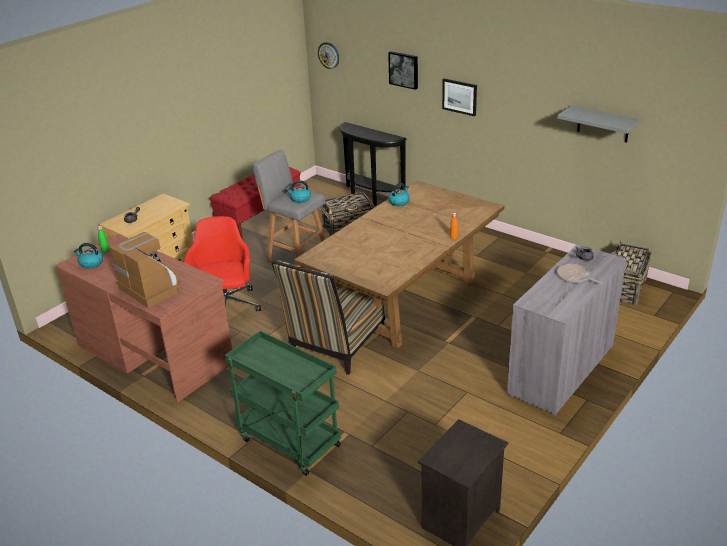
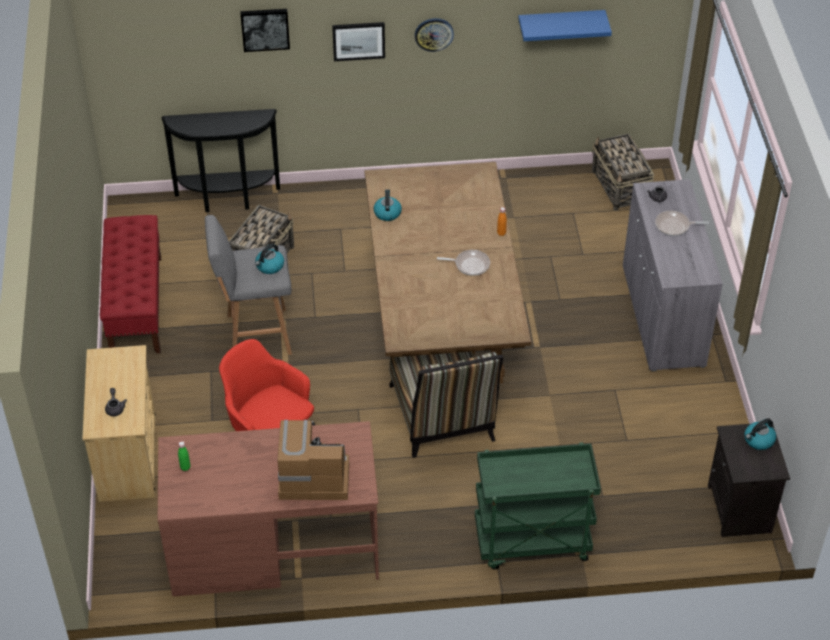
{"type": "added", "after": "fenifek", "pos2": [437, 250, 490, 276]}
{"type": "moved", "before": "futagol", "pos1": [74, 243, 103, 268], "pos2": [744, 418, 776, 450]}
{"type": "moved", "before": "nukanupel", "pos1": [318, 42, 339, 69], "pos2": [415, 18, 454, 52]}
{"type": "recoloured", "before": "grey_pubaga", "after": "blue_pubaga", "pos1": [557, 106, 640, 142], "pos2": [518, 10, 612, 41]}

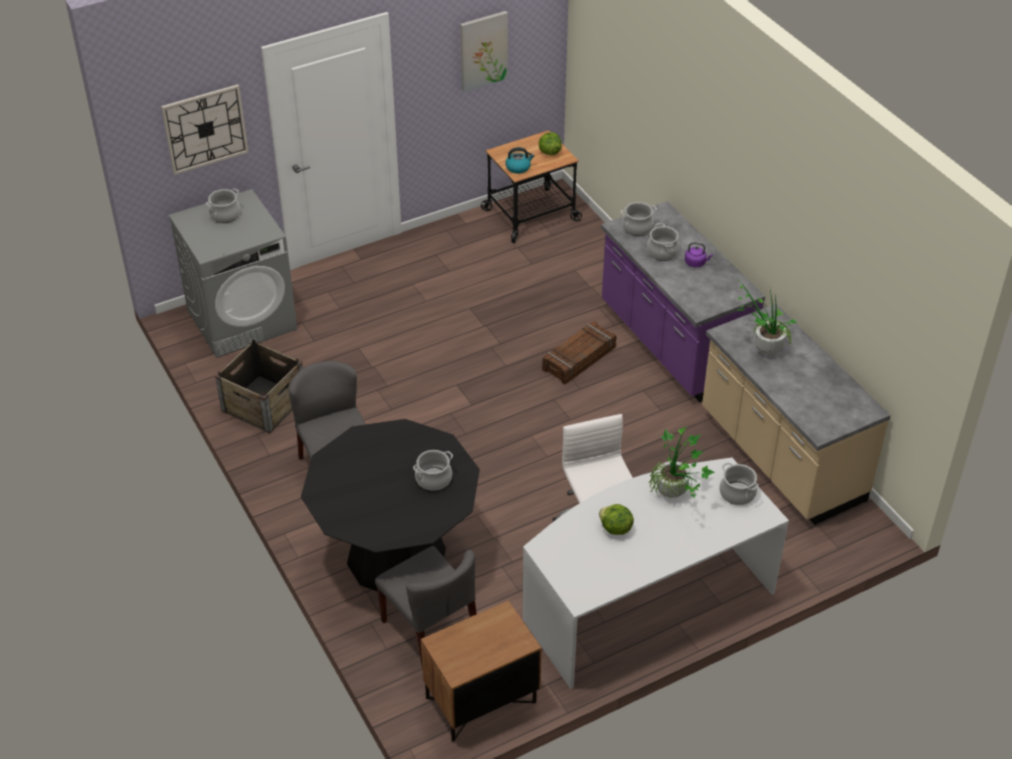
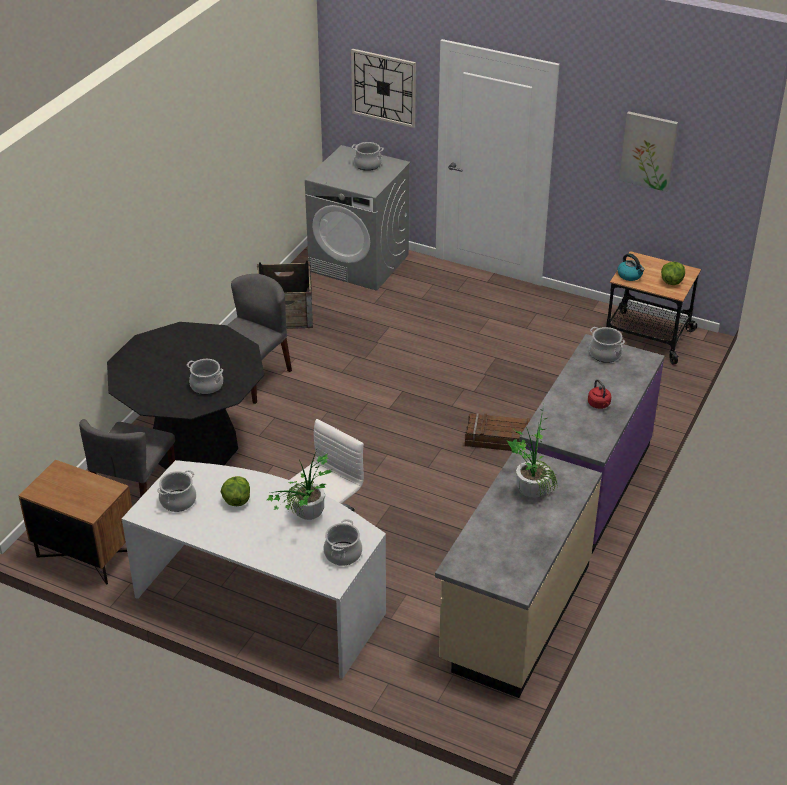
{"type": "moved", "before": "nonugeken", "pos1": [647, 223, 679, 261], "pos2": [157, 470, 196, 512]}
{"type": "recoloured", "before": "purple_futagol", "after": "red_futagol", "pos1": [685, 242, 713, 267], "pos2": [588, 379, 611, 409]}

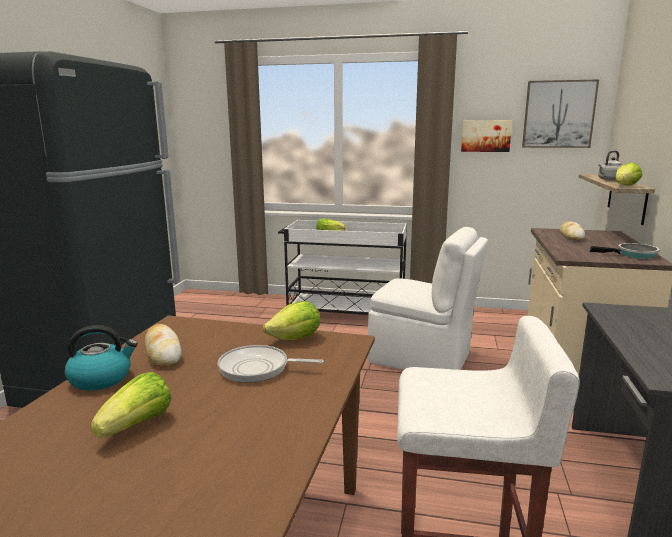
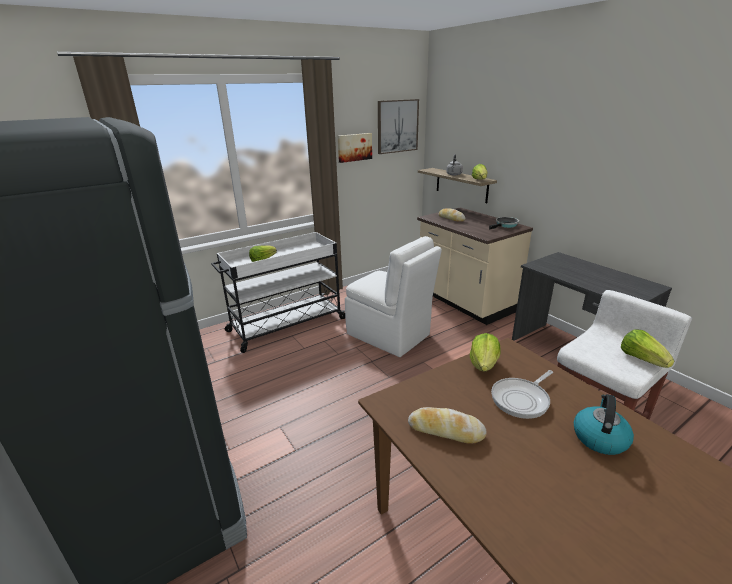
{"type": "moved", "before": "futagol", "pos1": [65, 325, 138, 391], "pos2": [574, 394, 634, 455]}
{"type": "moved", "before": "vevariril", "pos1": [91, 372, 172, 438], "pos2": [621, 329, 674, 368]}
{"type": "turned", "before": "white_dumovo", "pos1": [368, 227, 488, 370], "pos2": [345, 236, 442, 357], "turn": 60}

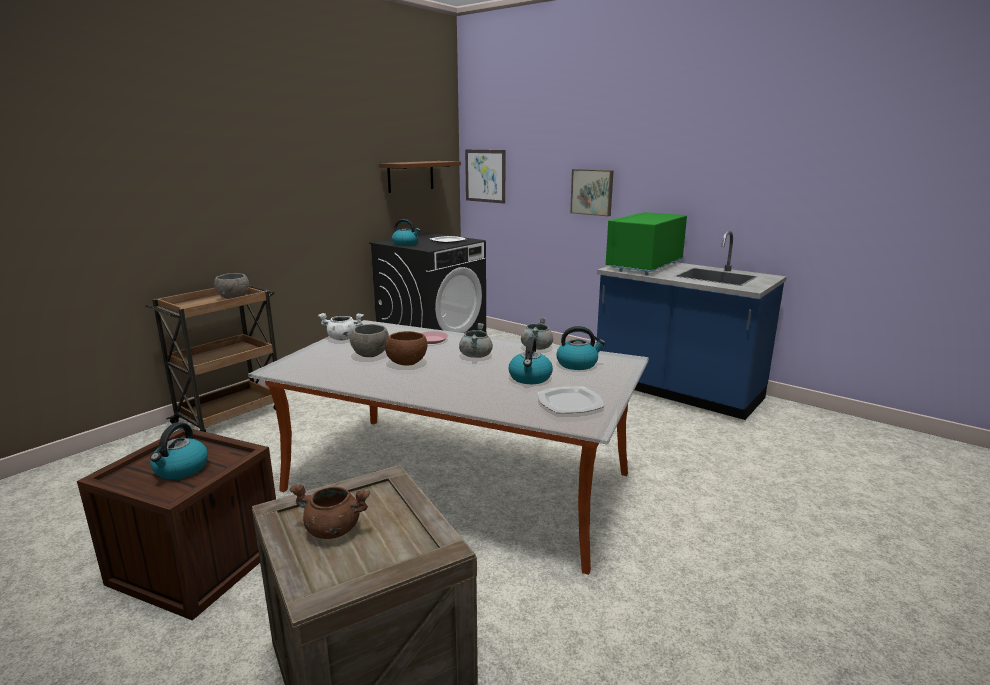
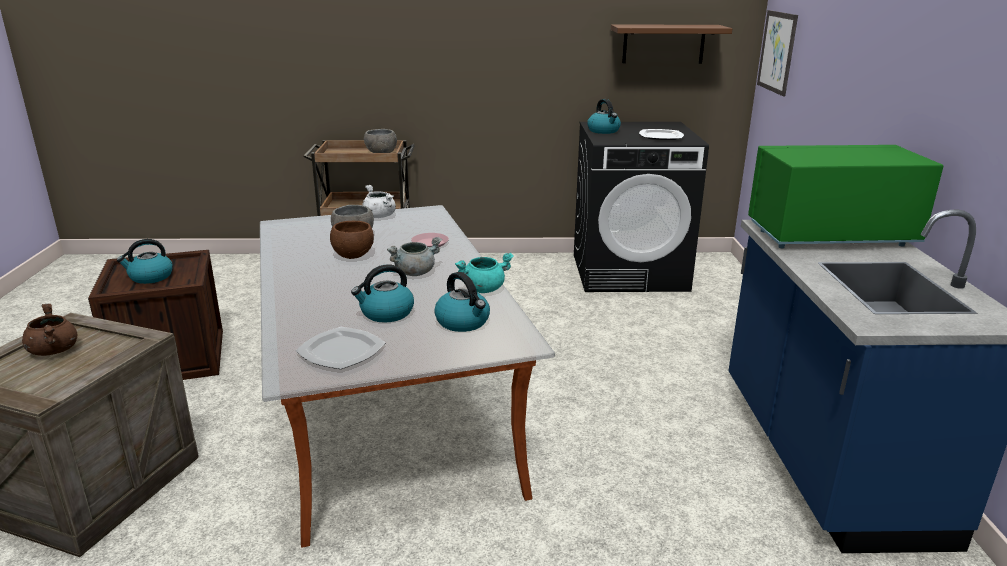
{"type": "removed", "before": "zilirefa", "pos1": [570, 169, 614, 216]}
{"type": "recoloured", "before": "grey_nonugeken", "after": "turquoise_nonugeken", "pos1": [521, 317, 553, 350], "pos2": [455, 253, 514, 293]}

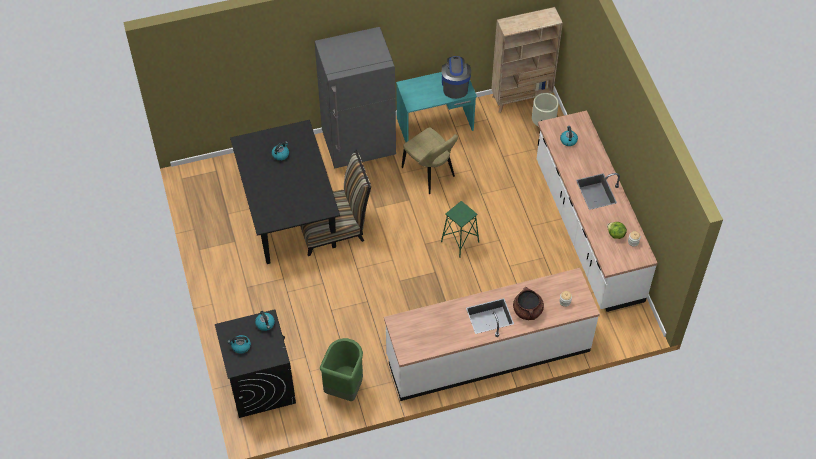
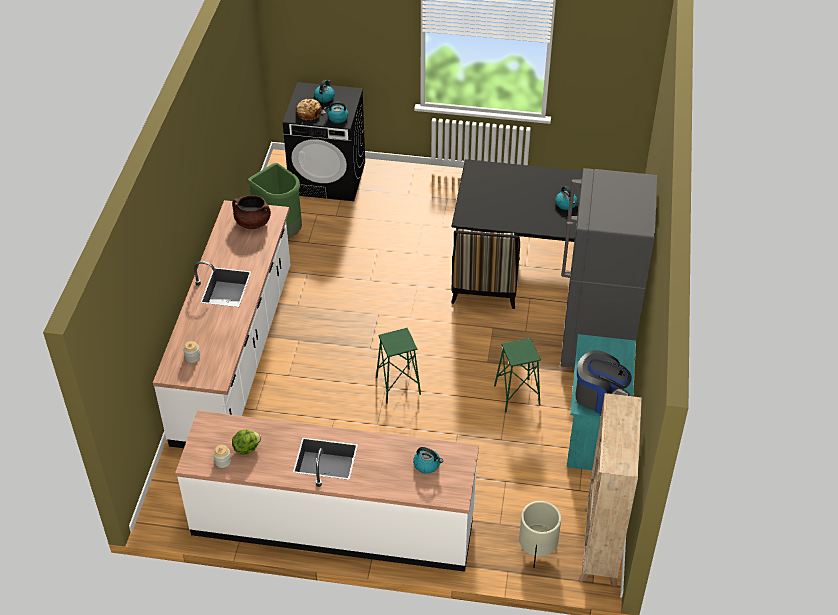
{"type": "added", "after": "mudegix", "pos2": [296, 99, 326, 120]}
{"type": "moved", "before": "brown_nonugeken", "pos1": [513, 287, 544, 320], "pos2": [232, 195, 271, 229]}
{"type": "replaced", "before": "beige_dumovo", "after": "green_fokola", "pos1": [402, 127, 458, 194], "pos2": [494, 338, 541, 413]}

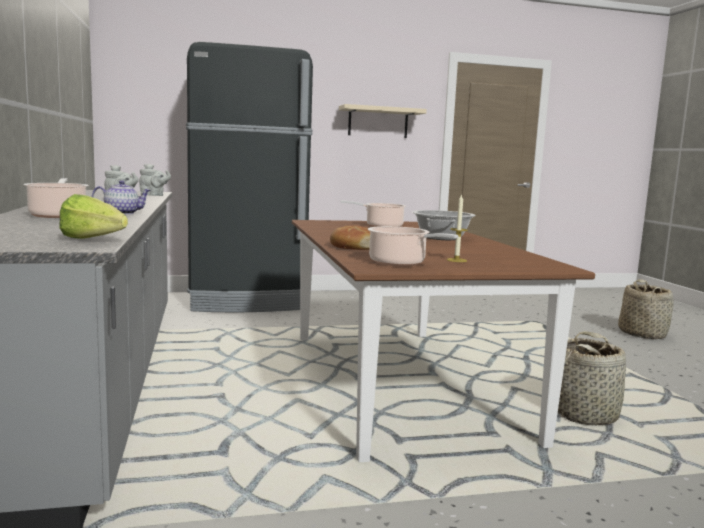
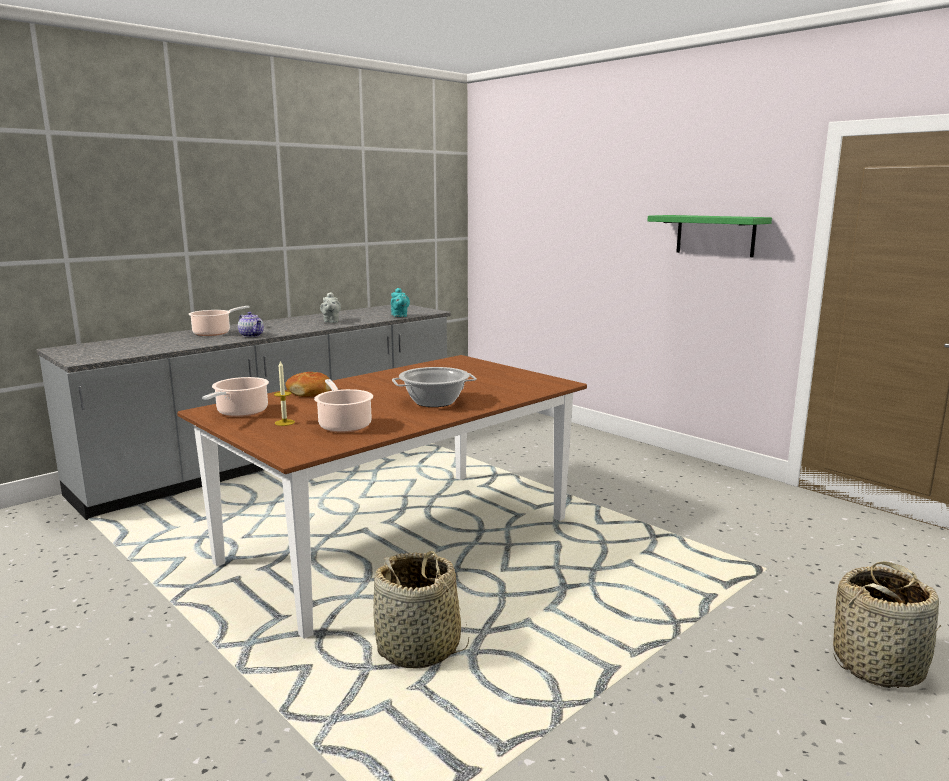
{"type": "removed", "before": "vevariril", "pos1": [59, 194, 128, 239]}
{"type": "removed", "before": "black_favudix", "pos1": [186, 42, 313, 312]}
{"type": "moved", "before": "nonugeken", "pos1": [341, 200, 406, 227], "pos2": [314, 379, 373, 433]}
{"type": "recoloured", "before": "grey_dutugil", "after": "turquoise_dutugil", "pos1": [139, 164, 171, 196], "pos2": [391, 288, 410, 317]}
{"type": "recoloured", "before": "beige_pubaga", "after": "green_pubaga", "pos1": [339, 104, 427, 138], "pos2": [647, 215, 772, 257]}

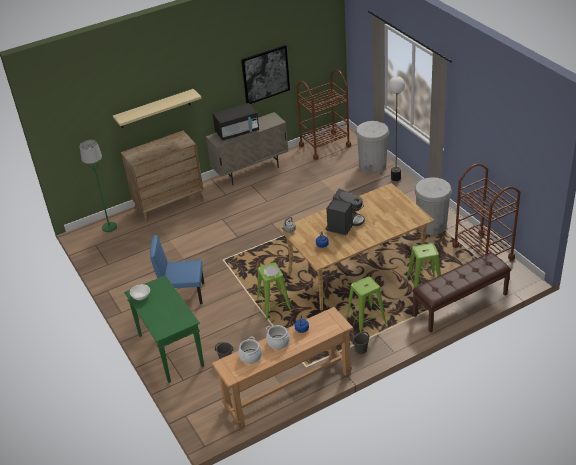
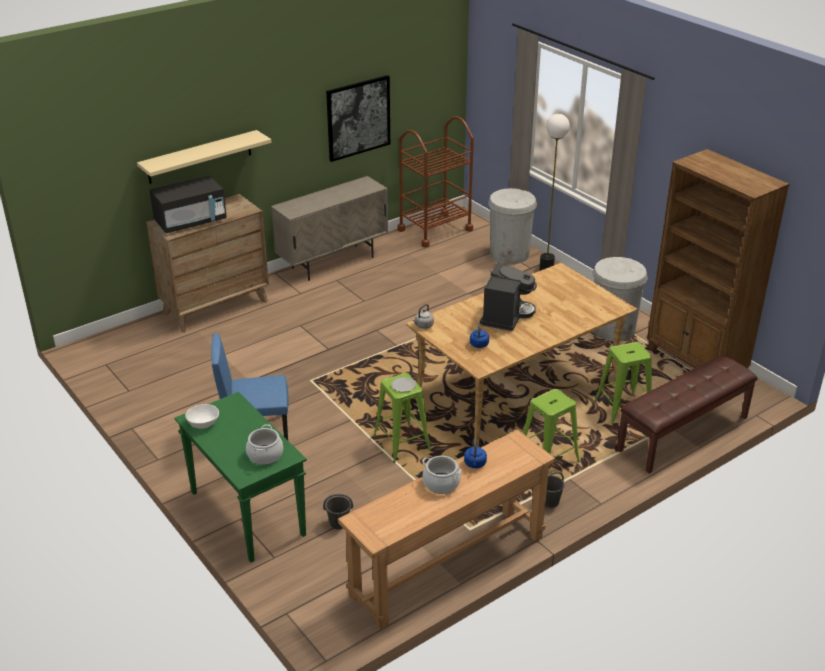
{"type": "removed", "before": "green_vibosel", "pos1": [79, 140, 117, 232]}
{"type": "moved", "before": "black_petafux", "pos1": [212, 103, 259, 141], "pos2": [150, 176, 227, 233]}
{"type": "moved", "before": "nonugeken", "pos1": [238, 337, 262, 364], "pos2": [246, 424, 283, 465]}
{"type": "replaced", "before": "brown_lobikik", "after": "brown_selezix", "pos1": [452, 163, 521, 260], "pos2": [647, 149, 789, 368]}

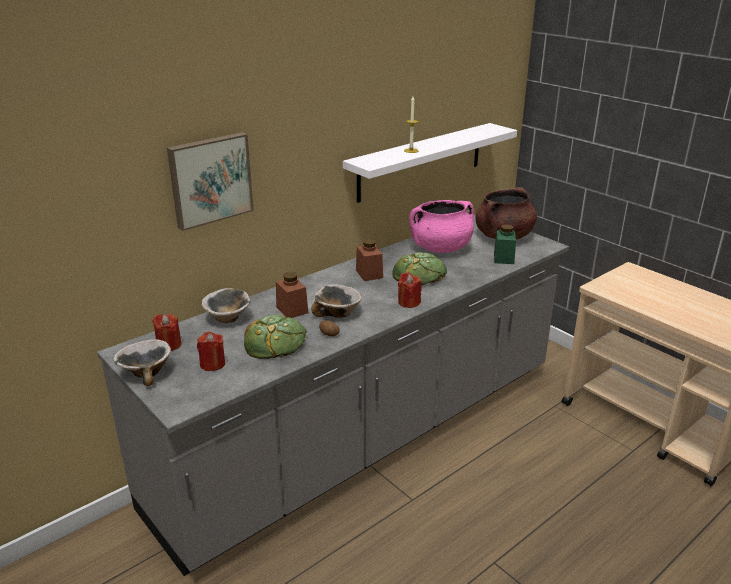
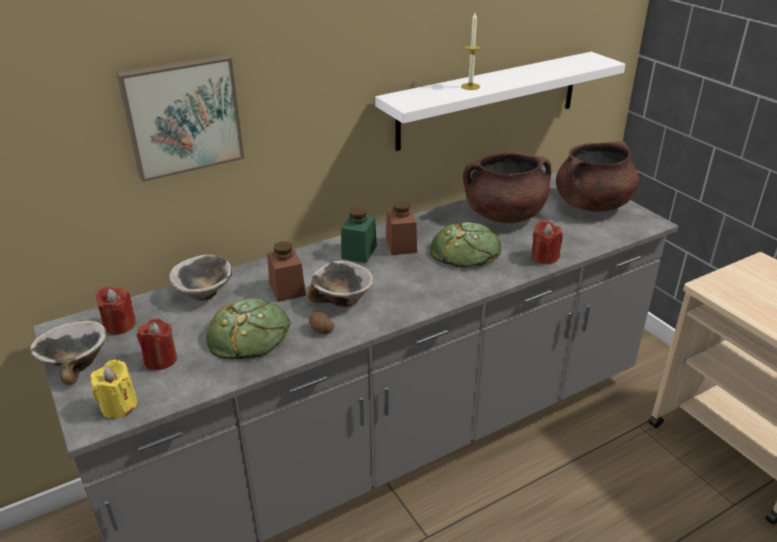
{"type": "added", "after": "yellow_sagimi", "pos2": [90, 360, 137, 418]}
{"type": "moved", "before": "red_sagimi", "pos1": [398, 272, 421, 308], "pos2": [531, 220, 563, 264]}
{"type": "moved", "before": "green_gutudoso", "pos1": [494, 224, 516, 264], "pos2": [341, 207, 377, 263]}
{"type": "recoloured", "before": "pink_nonugeken", "after": "brown_nonugeken", "pos1": [409, 200, 474, 253], "pos2": [463, 153, 551, 223]}

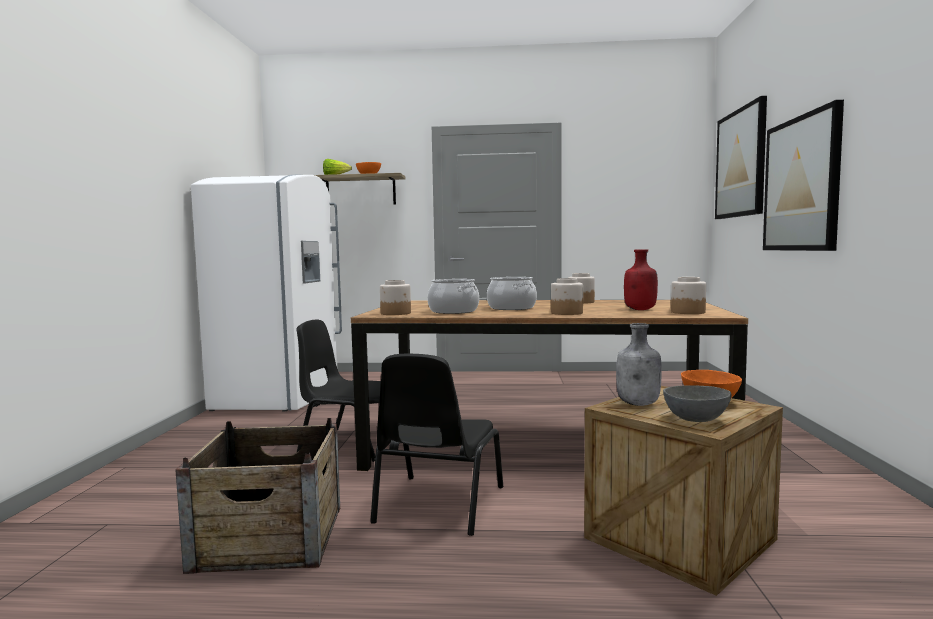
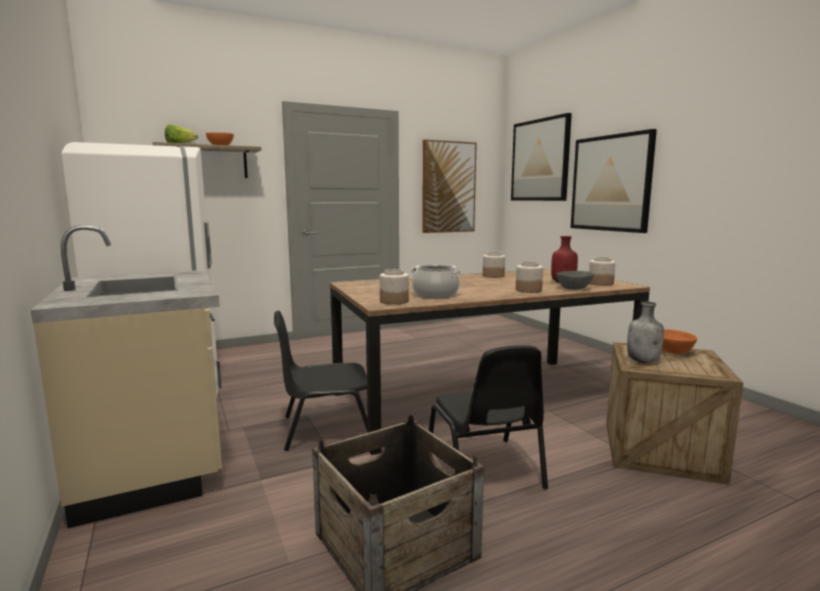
{"type": "removed", "before": "nonugeken", "pos1": [487, 277, 537, 310]}
{"type": "added", "after": "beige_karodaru", "pos2": [31, 225, 222, 528]}
{"type": "added", "after": "zilirefa", "pos2": [422, 140, 477, 233]}
{"type": "moved", "before": "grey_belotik", "pos1": [663, 385, 732, 422], "pos2": [557, 271, 594, 290]}

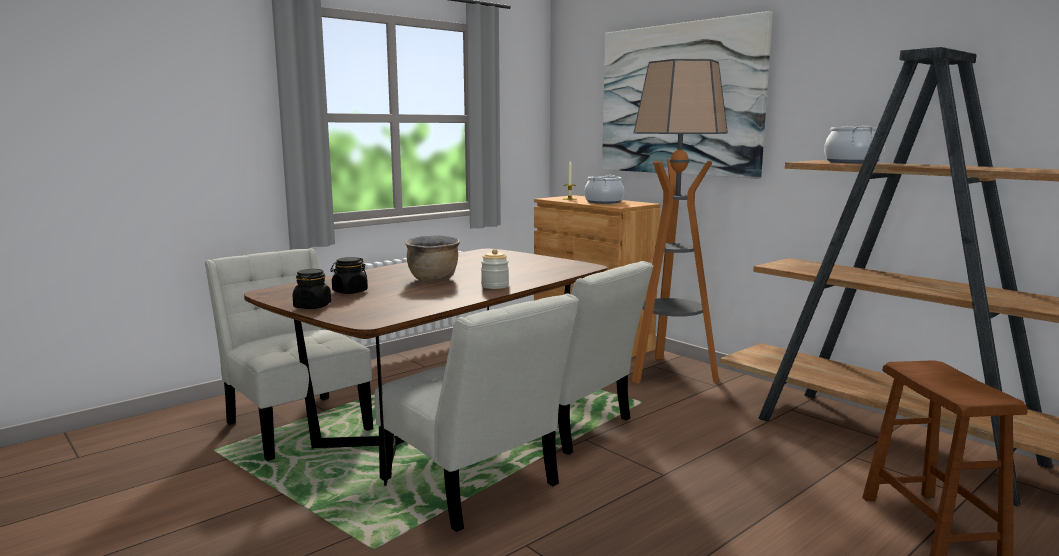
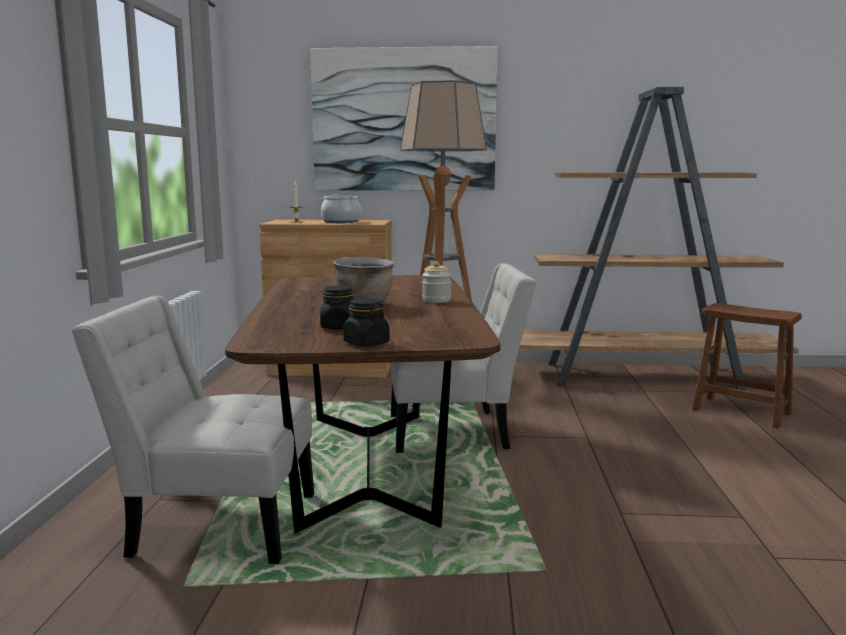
{"type": "removed", "before": "white_dumovo", "pos1": [375, 294, 579, 532]}
{"type": "removed", "before": "nonugeken", "pos1": [824, 126, 885, 163]}

